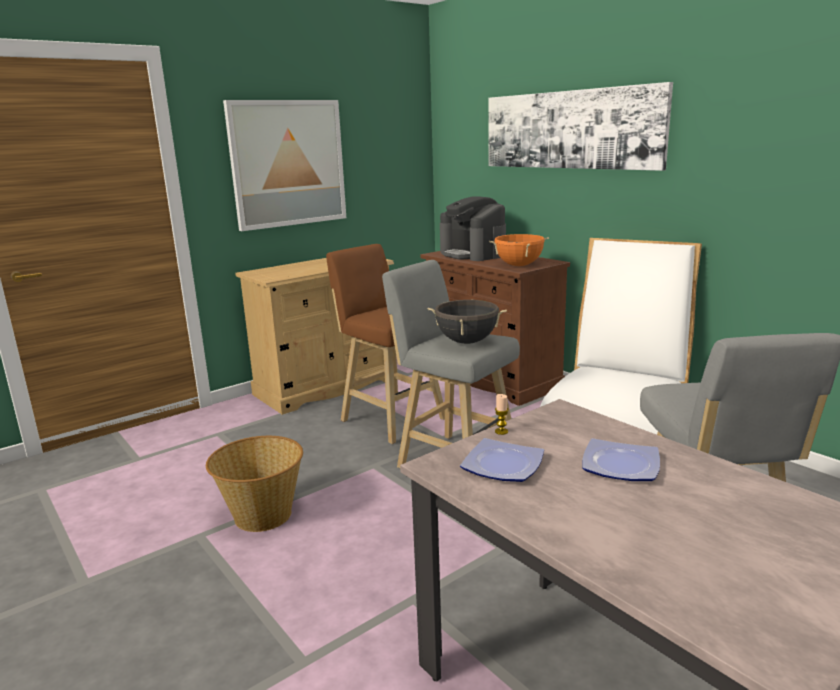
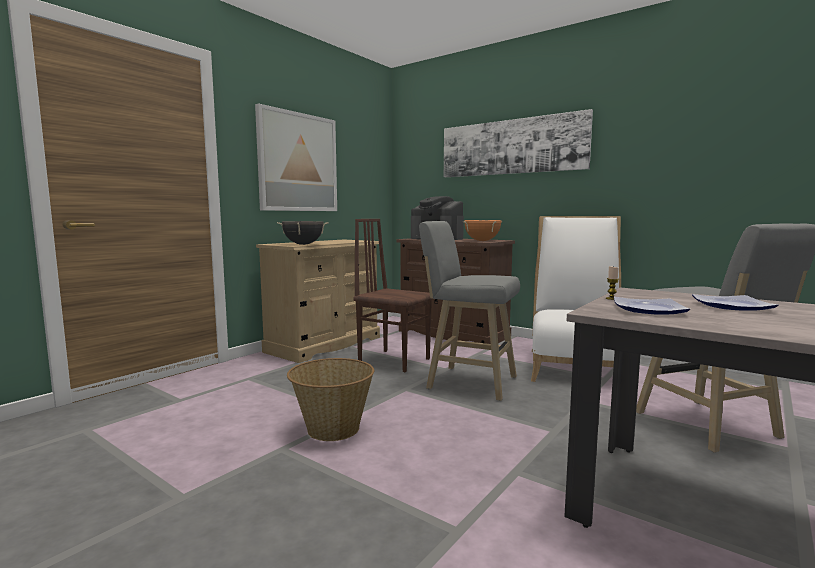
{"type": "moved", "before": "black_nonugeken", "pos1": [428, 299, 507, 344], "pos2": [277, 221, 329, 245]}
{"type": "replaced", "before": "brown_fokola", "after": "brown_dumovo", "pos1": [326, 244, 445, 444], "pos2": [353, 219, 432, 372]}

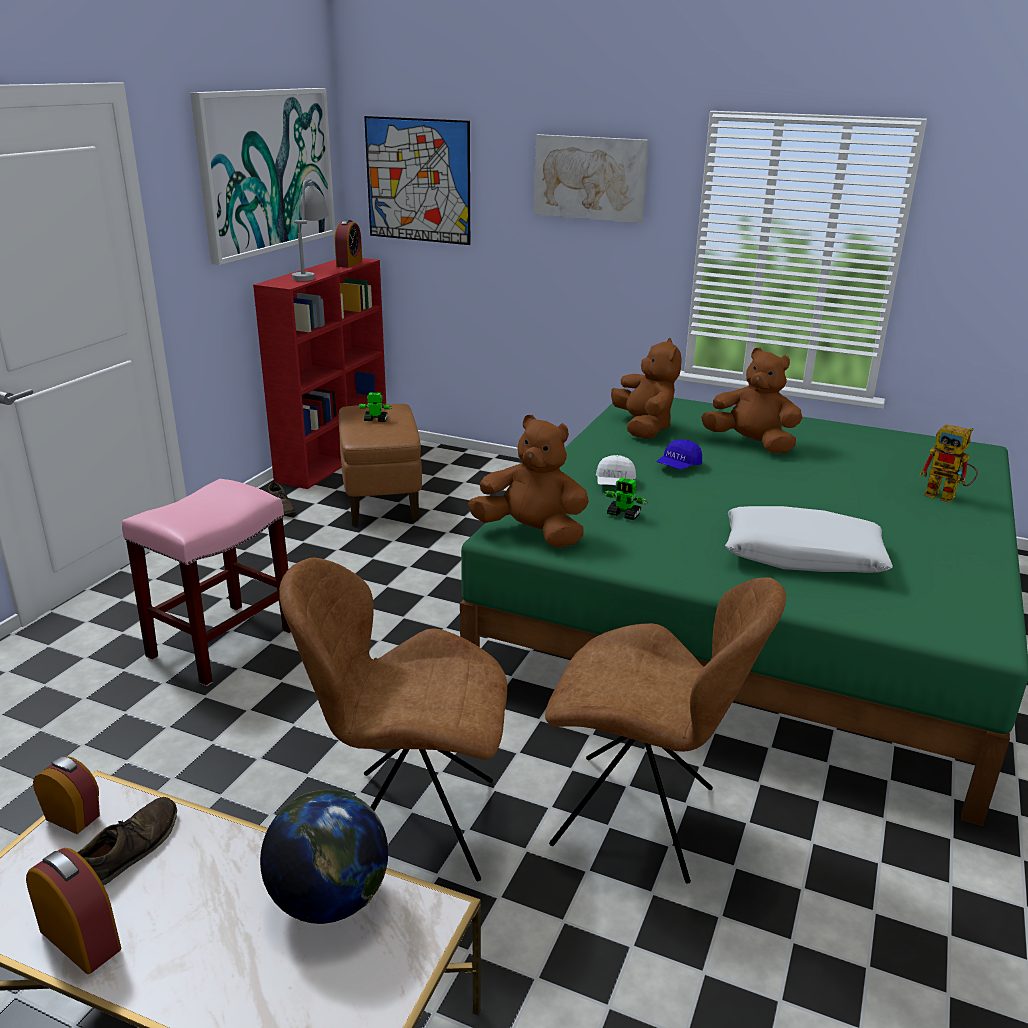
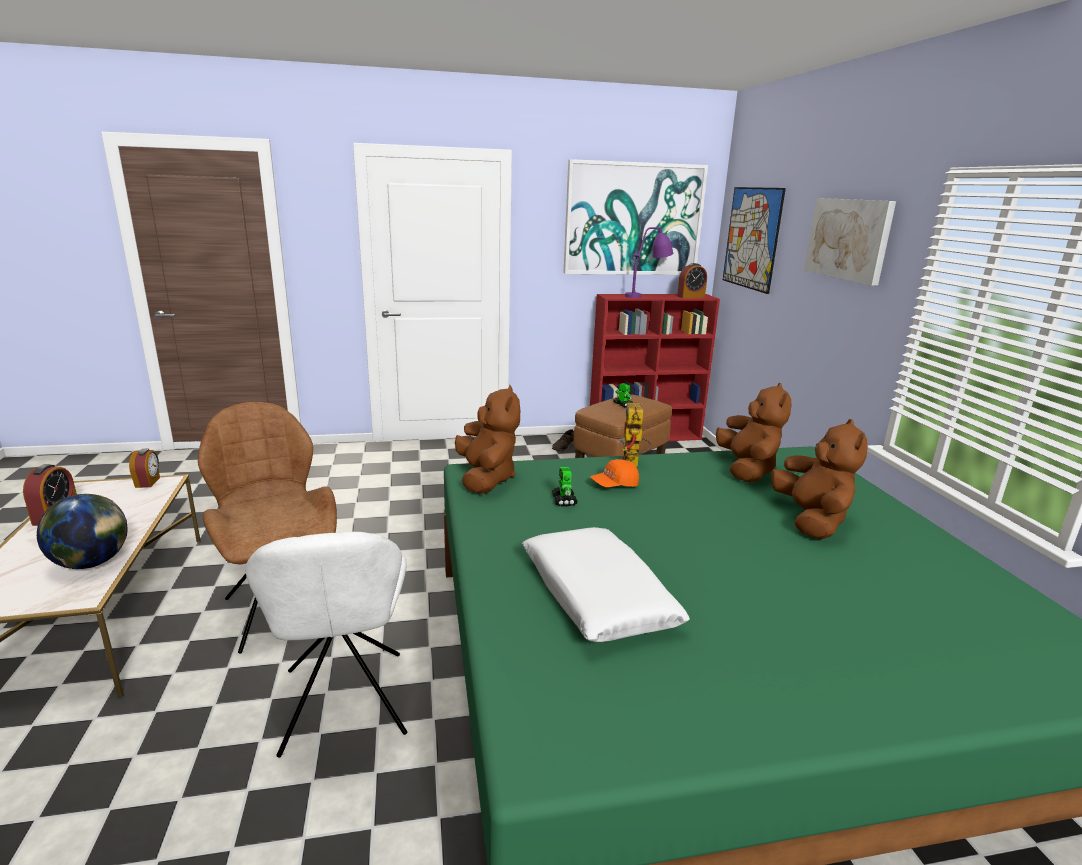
{"type": "removed", "before": "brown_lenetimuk", "pos1": [77, 797, 177, 885]}
{"type": "removed", "before": "pink_fokola", "pos1": [122, 479, 291, 686]}
{"type": "removed", "before": "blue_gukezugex", "pos1": [656, 439, 702, 470]}
{"type": "moved", "before": "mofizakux", "pos1": [919, 424, 978, 503], "pos2": [620, 402, 651, 466]}
{"type": "recoloured", "before": "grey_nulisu", "after": "purple_nulisu", "pos1": [292, 178, 329, 281], "pos2": [625, 227, 673, 298]}
{"type": "recoloured", "before": "brown_dumovo", "after": "white_dumovo", "pos1": [545, 577, 786, 884], "pos2": [245, 532, 407, 758]}
{"type": "recoloured", "before": "white_gukezugex", "after": "orange_gukezugex", "pos1": [596, 455, 636, 485], "pos2": [590, 459, 639, 487]}
{"type": "turned", "before": "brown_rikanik", "pos1": [611, 338, 682, 439], "pos2": [716, 383, 792, 483], "turn": -45}

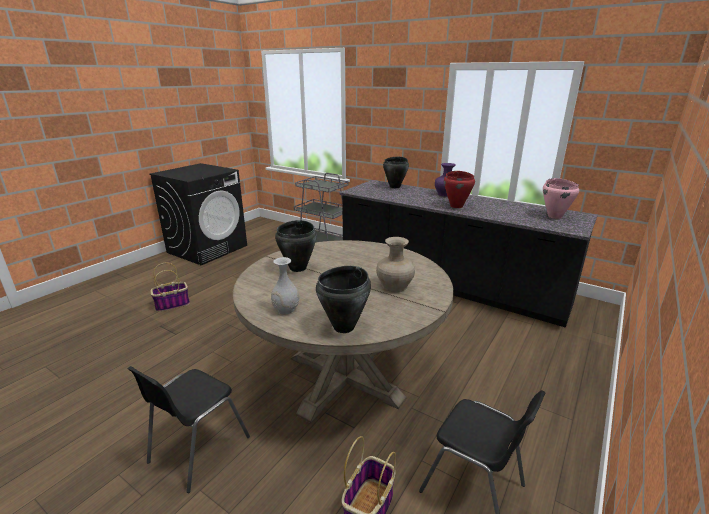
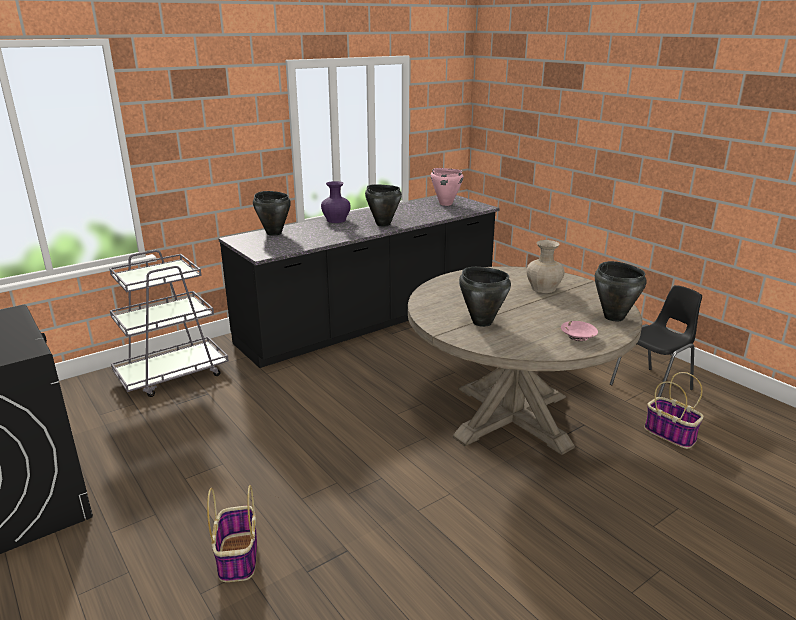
{"type": "removed", "before": "black_dumovo", "pos1": [128, 366, 250, 493]}
{"type": "replaced", "before": "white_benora", "after": "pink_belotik", "pos1": [271, 257, 299, 314], "pos2": [561, 321, 598, 341]}
{"type": "recoloured", "before": "red_nonugeken", "after": "black_nonugeken", "pos1": [444, 171, 475, 208], "pos2": [365, 184, 402, 227]}

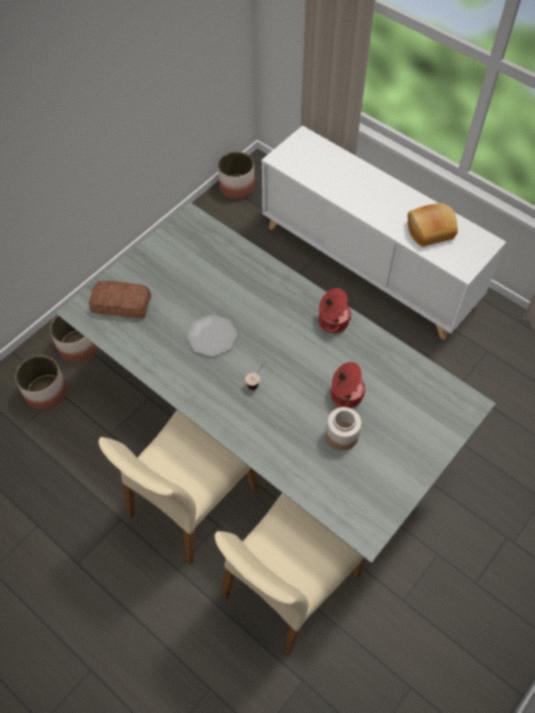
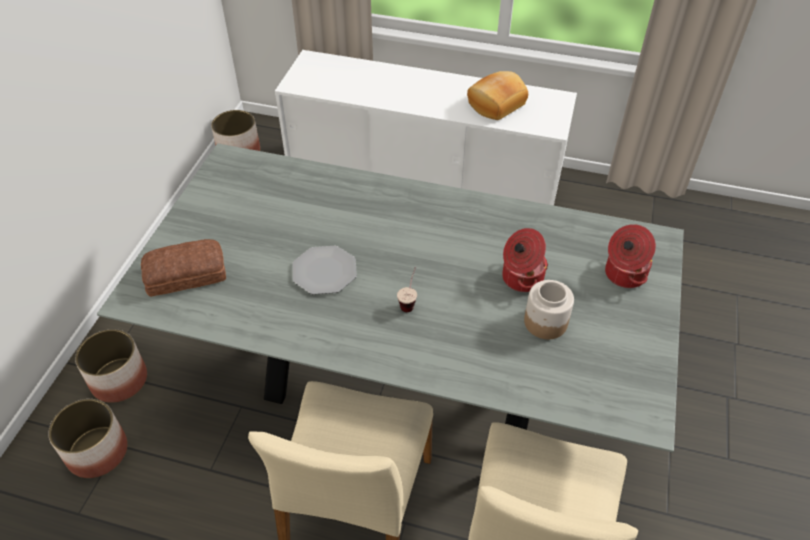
{"type": "moved", "before": "nonugeken", "pos1": [319, 288, 352, 333], "pos2": [605, 224, 656, 288]}

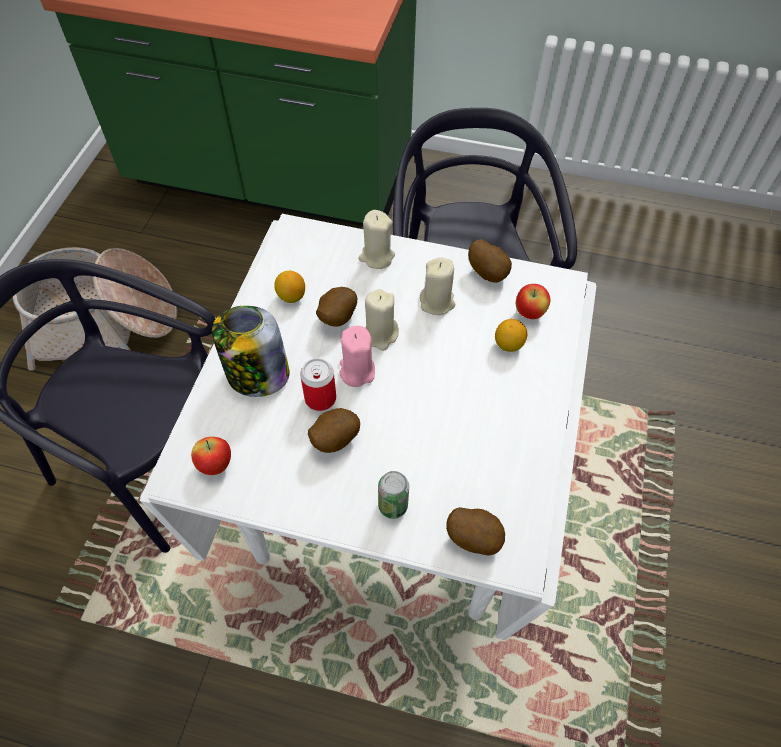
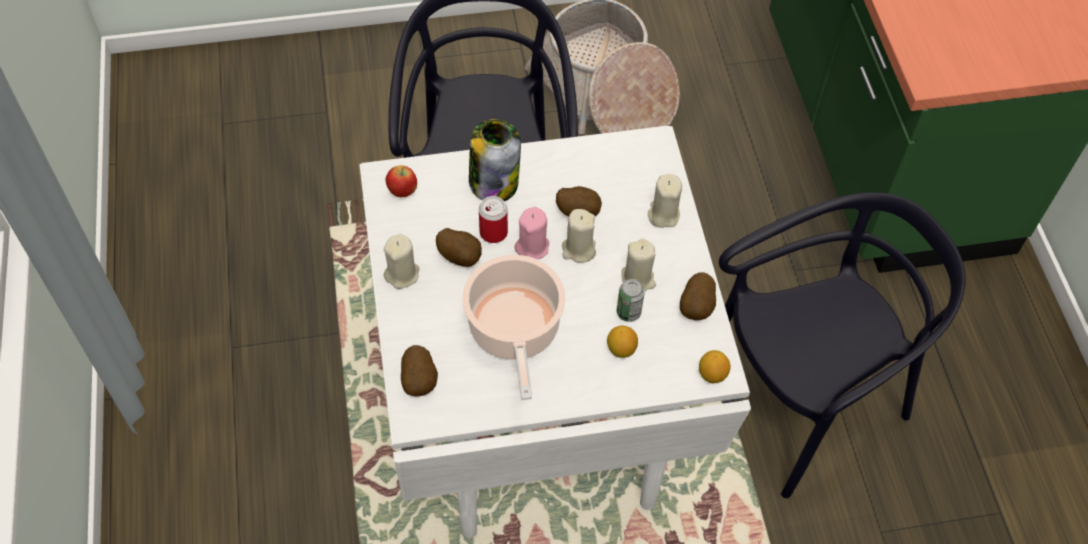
{"type": "removed", "before": "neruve", "pos1": [516, 284, 550, 319]}
{"type": "added", "after": "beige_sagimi", "pos2": [384, 234, 419, 289]}
{"type": "added", "after": "nonugeken", "pos2": [463, 255, 565, 400]}
{"type": "moved", "before": "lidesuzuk", "pos1": [274, 271, 305, 303], "pos2": [699, 350, 731, 383]}
{"type": "moved", "before": "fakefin", "pos1": [378, 471, 409, 519], "pos2": [617, 279, 645, 322]}

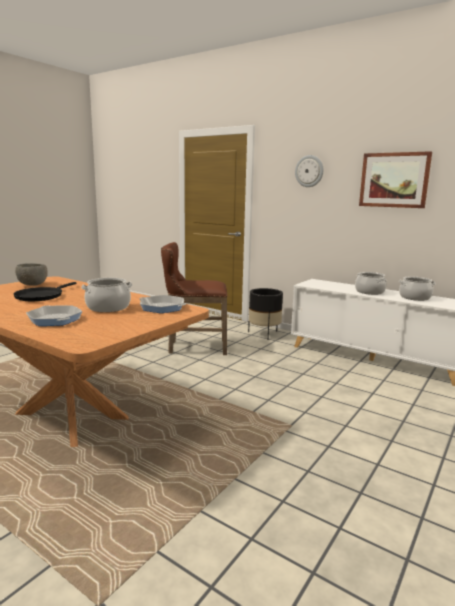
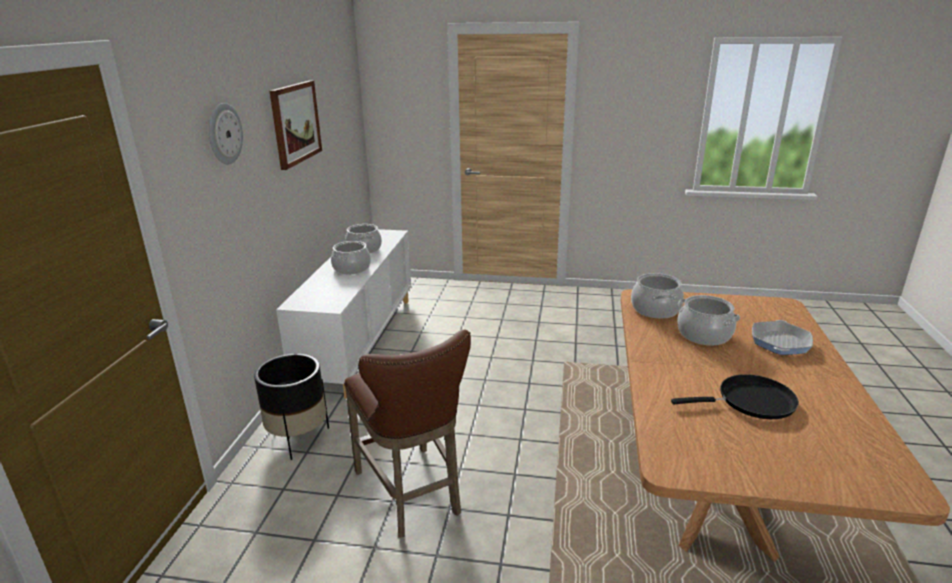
{"type": "removed", "before": "grey_belotik", "pos1": [15, 263, 48, 286]}
{"type": "replaced", "before": "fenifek", "after": "nonugeken", "pos1": [140, 295, 186, 313], "pos2": [631, 273, 684, 318]}

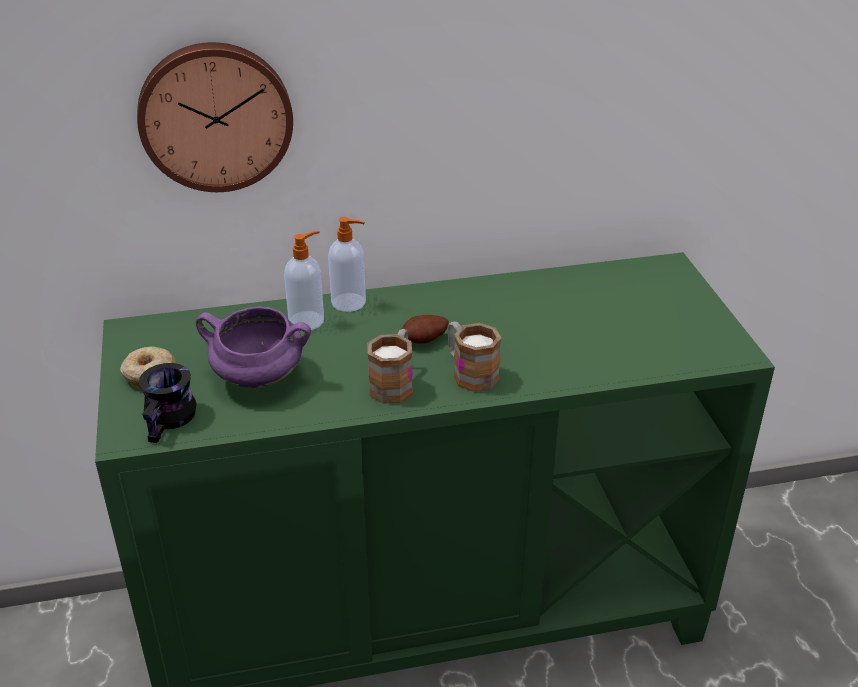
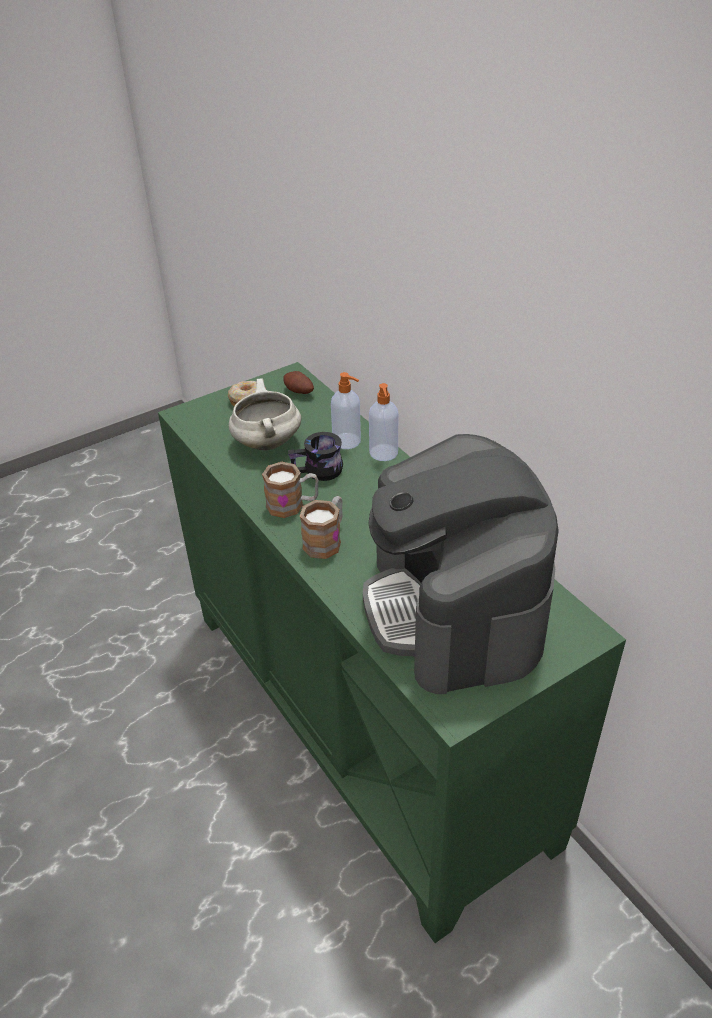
{"type": "removed", "before": "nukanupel", "pos1": [137, 42, 293, 192]}
{"type": "added", "after": "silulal", "pos2": [363, 434, 559, 694]}
{"type": "moved", "before": "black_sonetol", "pos1": [139, 363, 196, 443], "pos2": [288, 432, 343, 481]}
{"type": "moved", "before": "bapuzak", "pos1": [402, 315, 449, 343], "pos2": [283, 371, 314, 394]}
{"type": "recoloured", "before": "purple_nonugeken", "after": "white_nonugeken", "pos1": [196, 307, 311, 388], "pos2": [229, 378, 301, 450]}

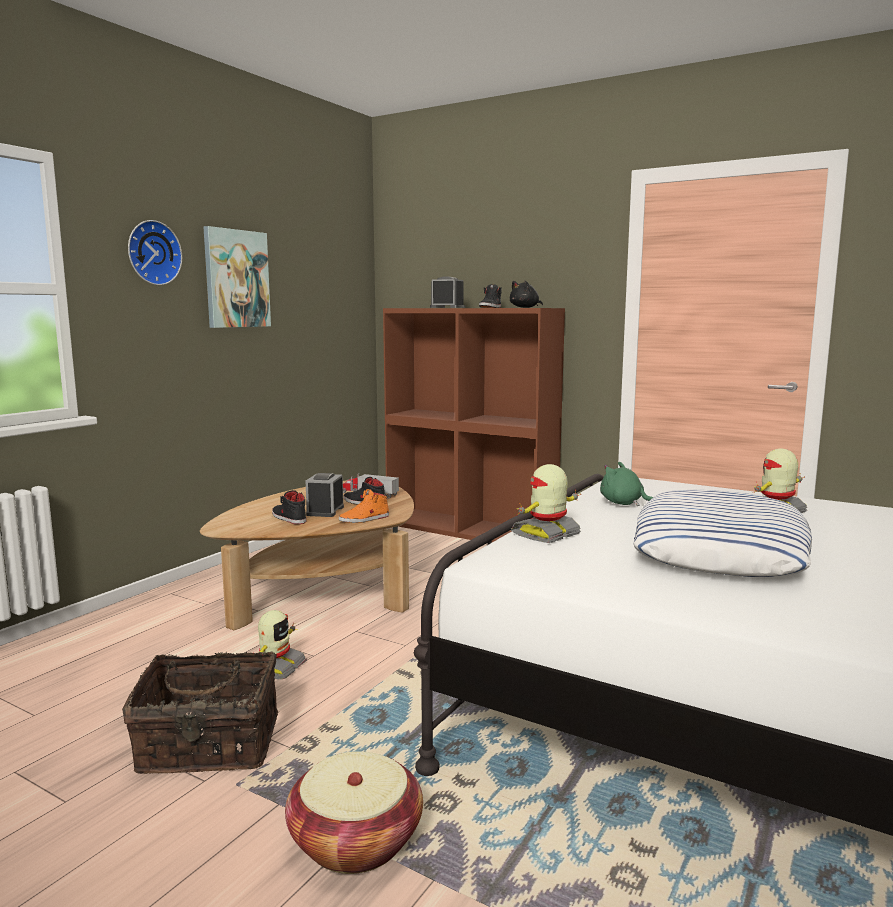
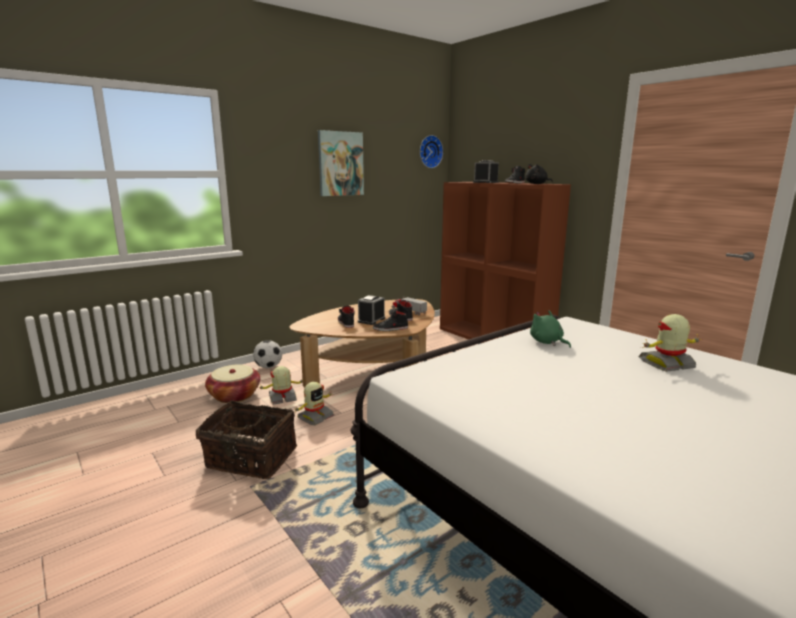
{"type": "removed", "before": "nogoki", "pos1": [633, 490, 812, 577]}
{"type": "added", "after": "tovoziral", "pos2": [253, 340, 282, 368]}
{"type": "moved", "before": "nukanupel", "pos1": [128, 220, 182, 285], "pos2": [420, 135, 443, 168]}
{"type": "moved", "before": "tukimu", "pos1": [285, 751, 423, 874], "pos2": [205, 364, 260, 403]}
{"type": "moved", "before": "mofizakux", "pos1": [511, 464, 581, 543], "pos2": [258, 366, 304, 405]}
{"type": "recoloured", "before": "orange_lenetimuk", "after": "black_lenetimuk", "pos1": [339, 489, 389, 523], "pos2": [373, 310, 408, 331]}

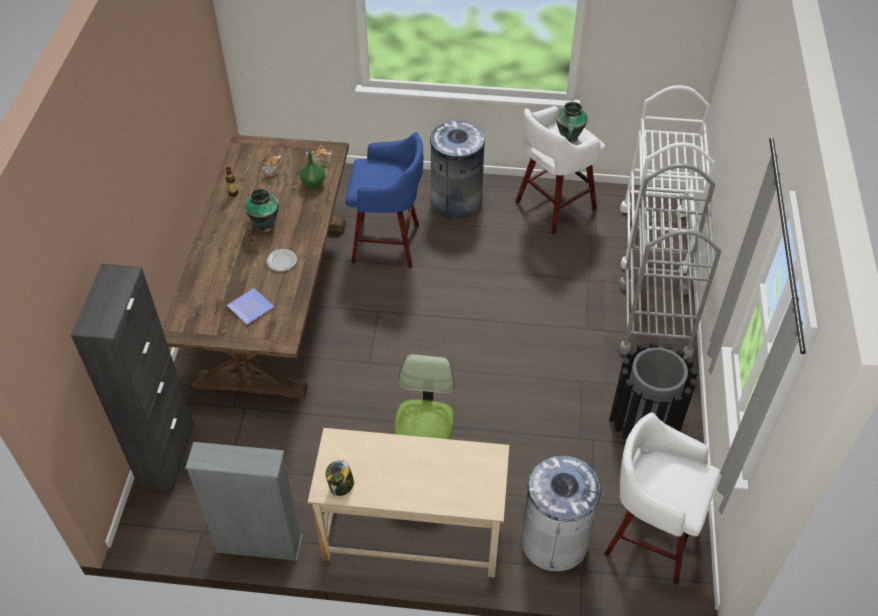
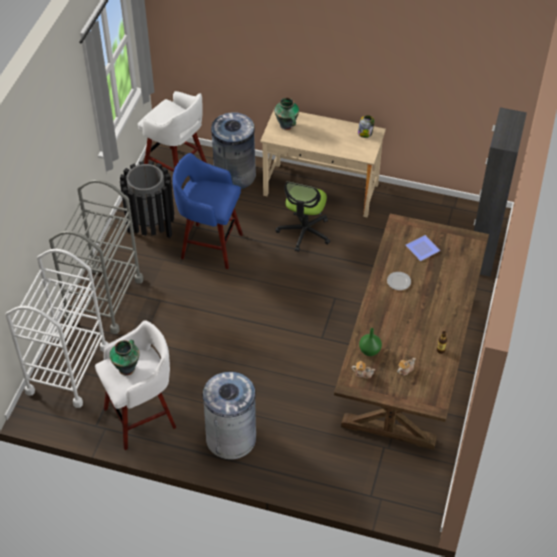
{"type": "removed", "before": "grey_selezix", "pos1": [185, 442, 303, 561]}
{"type": "moved", "before": "benora", "pos1": [244, 188, 279, 232], "pos2": [274, 98, 299, 130]}
{"type": "moved", "before": "blue_fokola", "pos1": [345, 132, 423, 268], "pos2": [172, 153, 243, 269]}

